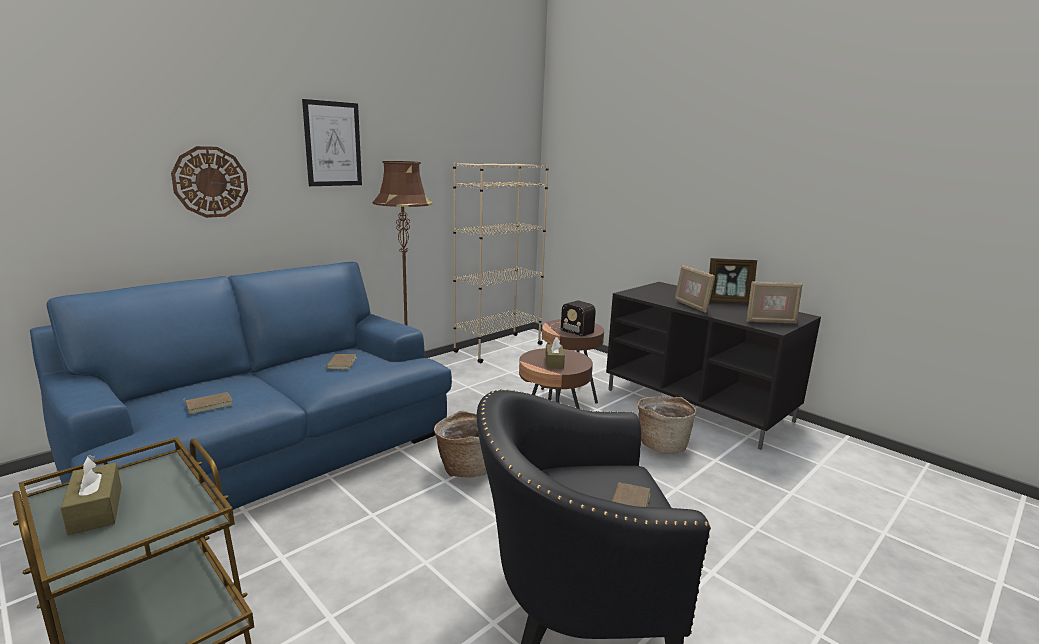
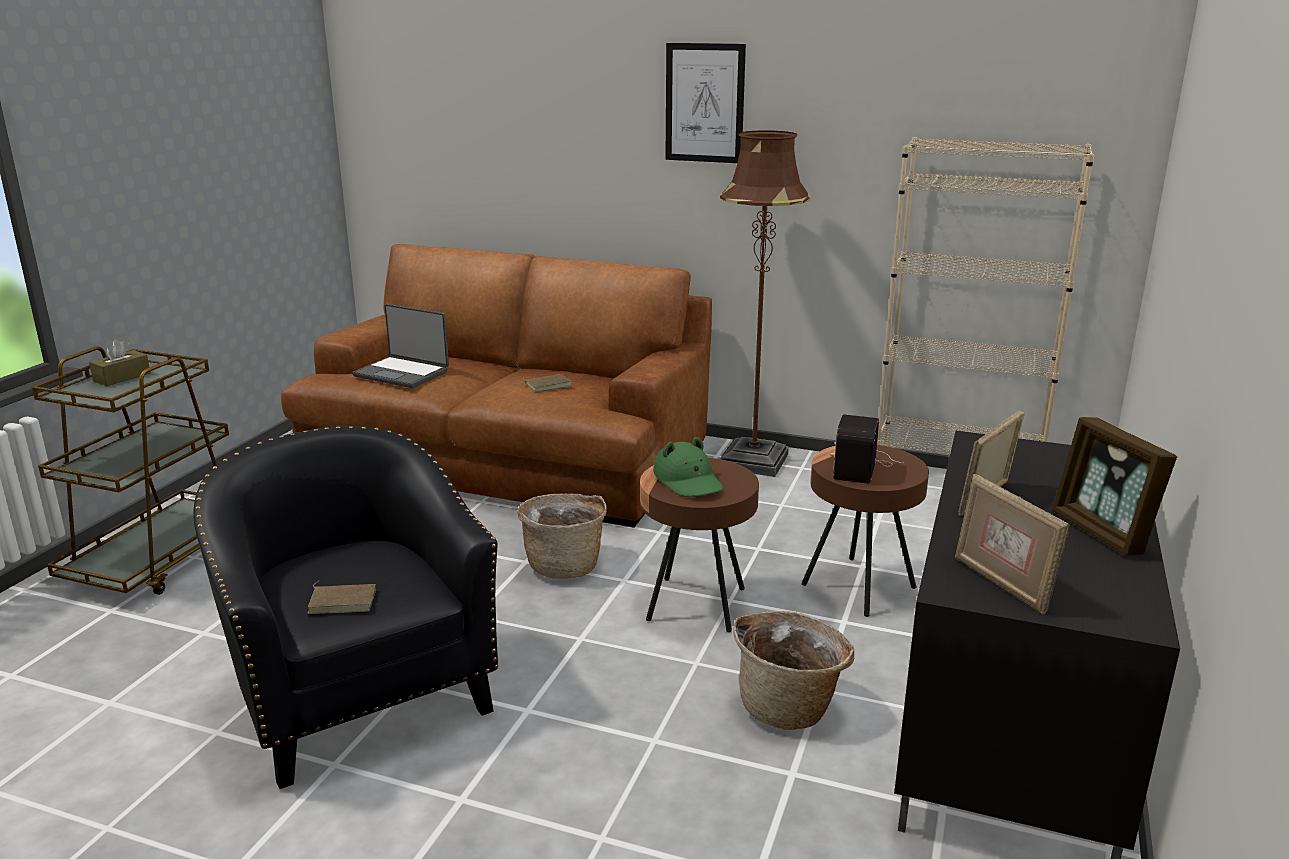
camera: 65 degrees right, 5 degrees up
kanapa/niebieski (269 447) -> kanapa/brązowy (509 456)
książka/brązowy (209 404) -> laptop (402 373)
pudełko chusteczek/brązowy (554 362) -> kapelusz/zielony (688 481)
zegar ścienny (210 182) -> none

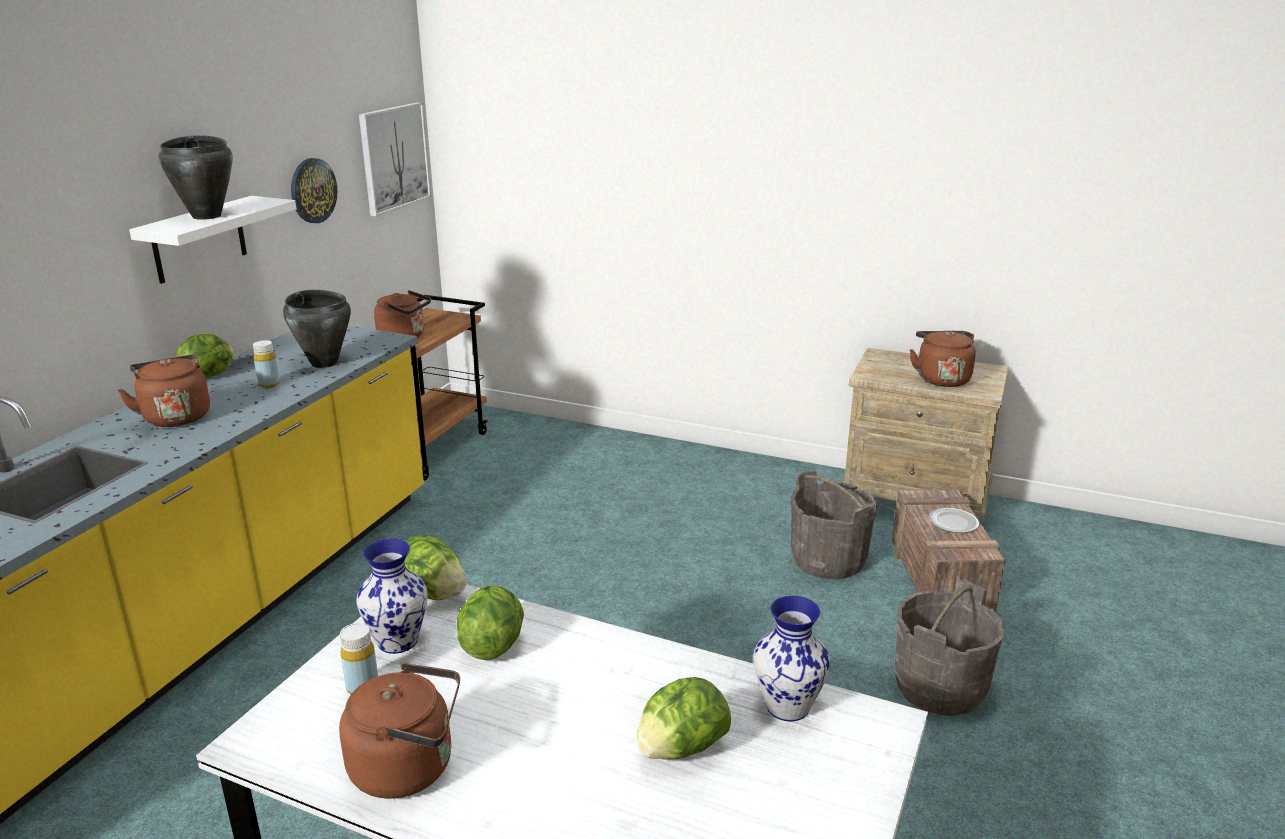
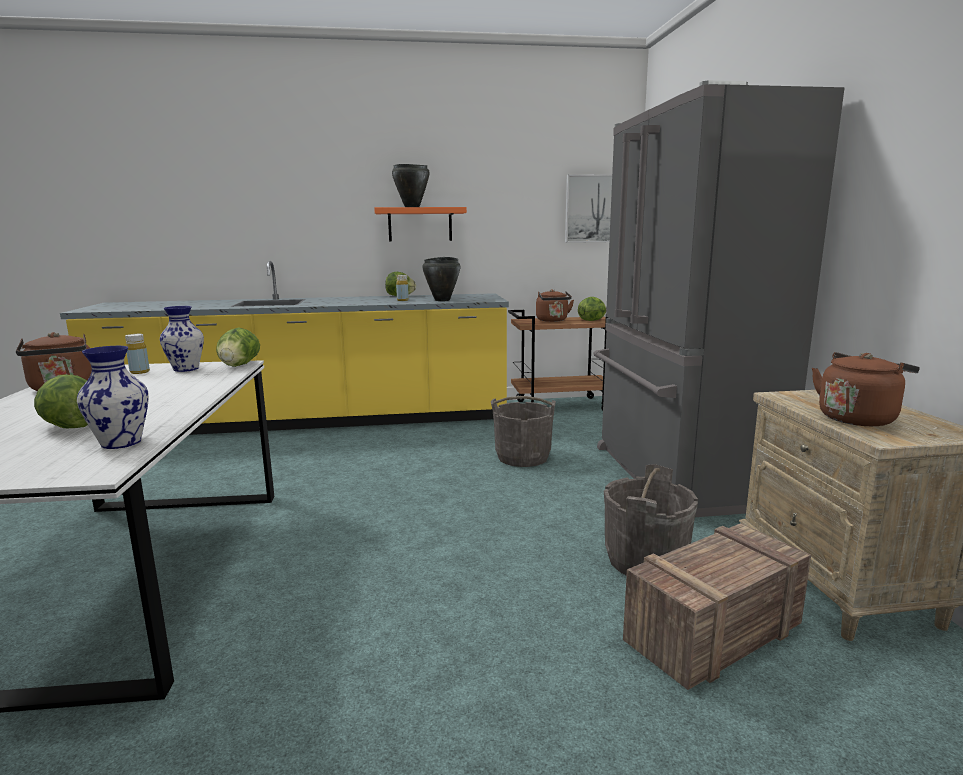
camera: 60 degrees right, 10 degrees down
półka/biały (199 239) -> półka/pomarańczowy (420 224)
wiadro/szary (939 687) -> wiadro/szary (523 457), shifted
sałata (492 645) -> sałata (592 320), shifted
none -> lodówka/szary (676 476)
czajnik/brązowy (175 416) -> none
zegar ścienny (312 190) -> none
talerz (952 523) -> none

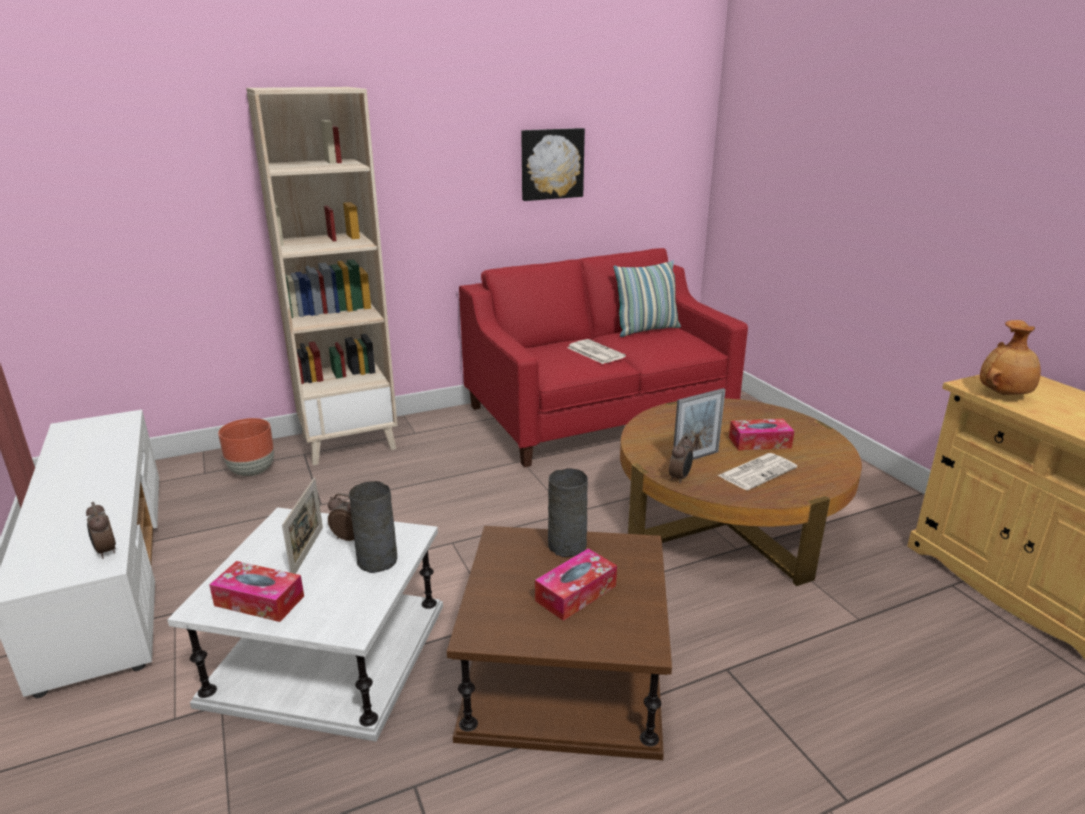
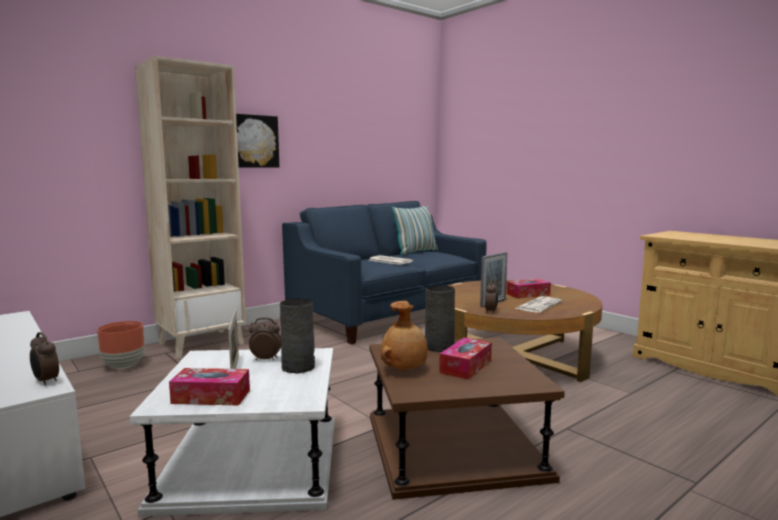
camera: 15 degrees left, 15 degrees down
obraz (551 164) -> obraz (253 141), shifted
kanapa/czerwony (597 414) -> kanapa/niebieski (387 315)
wazon/brązowy (1004 395) -> wazon/brązowy (404 370), shifted

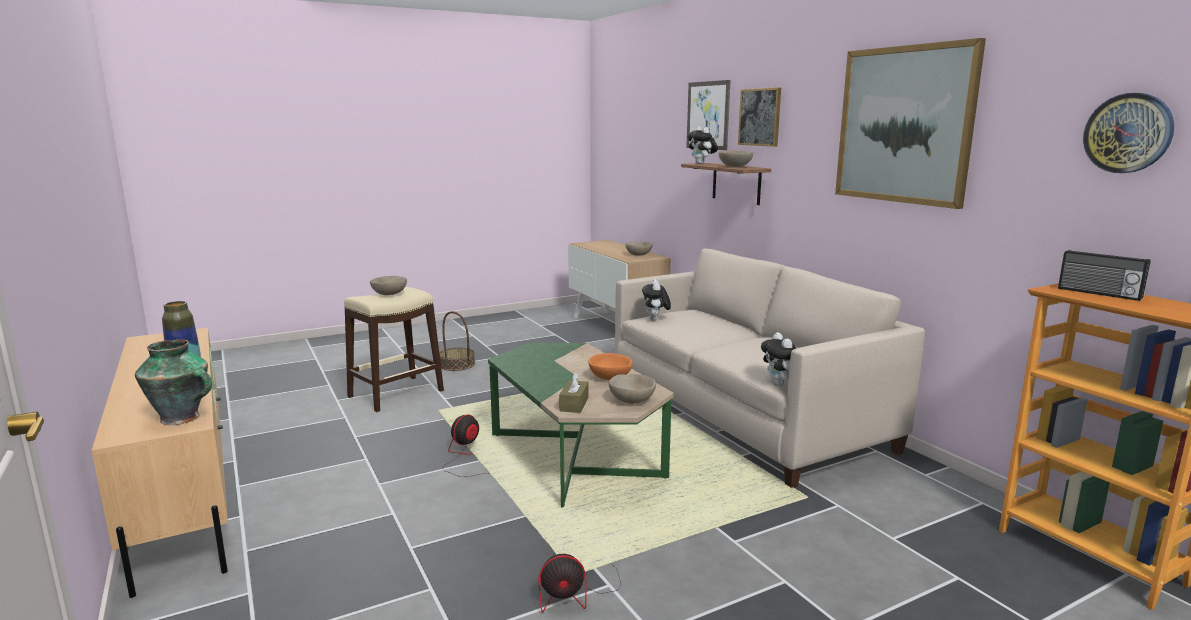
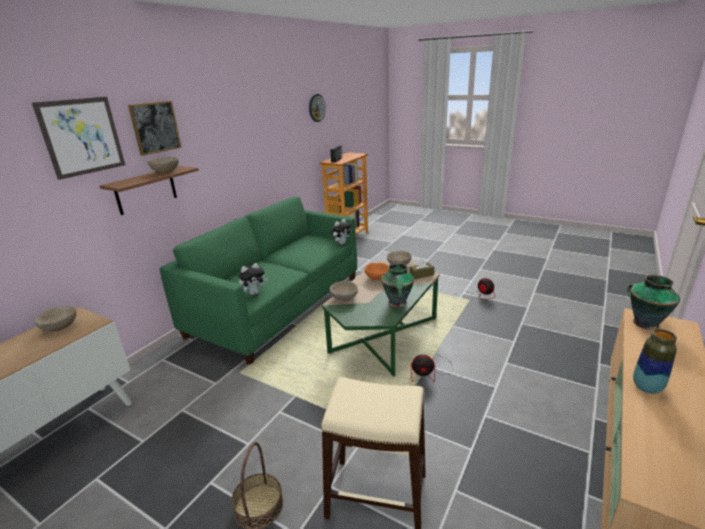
camera: 120 degrees left, 10 degrees up
kanapa/beżowy (744 413) -> kanapa/zielony (278 305)
miska/beżowy (390 294) -> miska/beżowy (343 298), shifted
none -> wazon (397 303)
pluszak (701 164) -> none
obraz (904 125) -> none

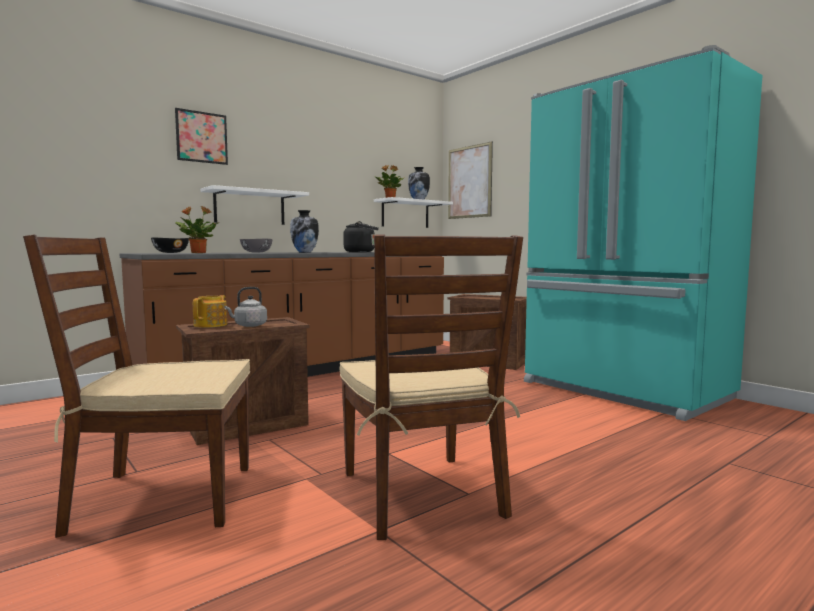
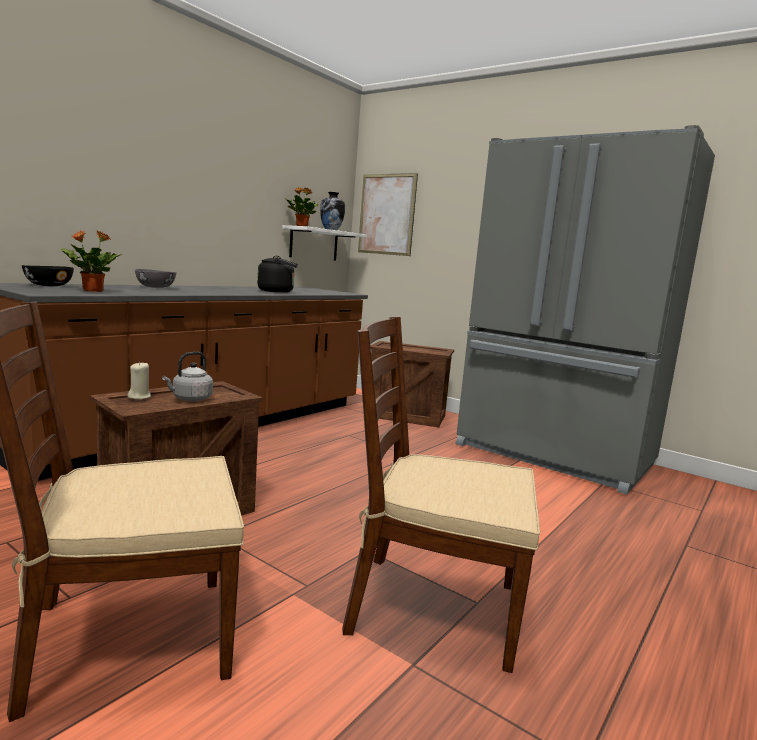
camera: 15 degrees left, 5 degrees up
imbryk (211 325) -> świeca/beżowy (139 397)
krzesło/brązowy (422 494) -> krzesło/brązowy (432 607), 135 degrees clockwise
lodówka/turkusowy (623 391) -> lodówka/szary (553 456)
obraz (201 137) -> none
półka/biały (250 207) -> none
wazon (305 252) -> none

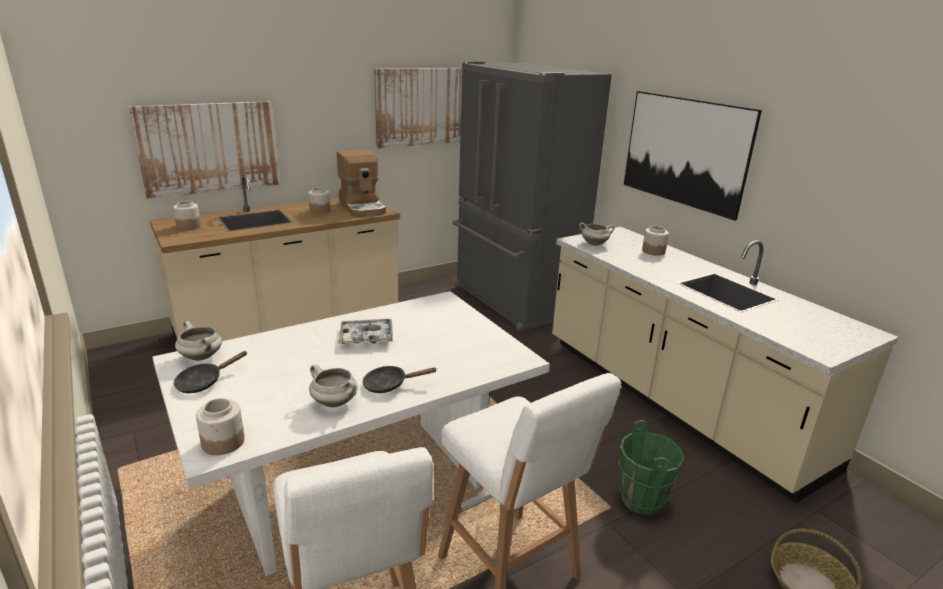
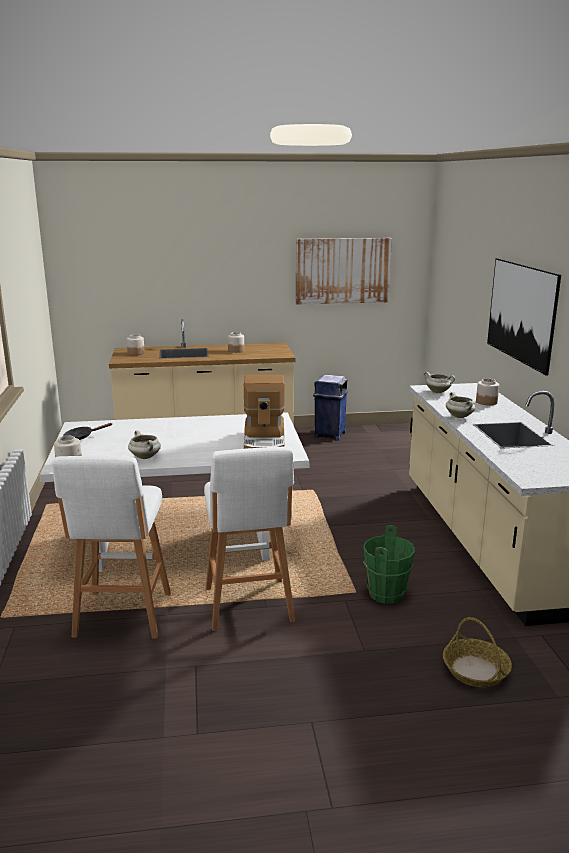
camera: 25 degrees right, 5 degrees down
ekspres do kawy (363 207) -> ekspres do kawy (265 441), shifted
none -> kosz na śmieci/niebieski (329 435)
garnek/biały (202 357) -> garnek/biały (460 417), shifted
obraz (210 148) -> none
taca (366 337) -> none
patelnia/czarny (389 385) -> none
lodówka/szary (513 301) -> none

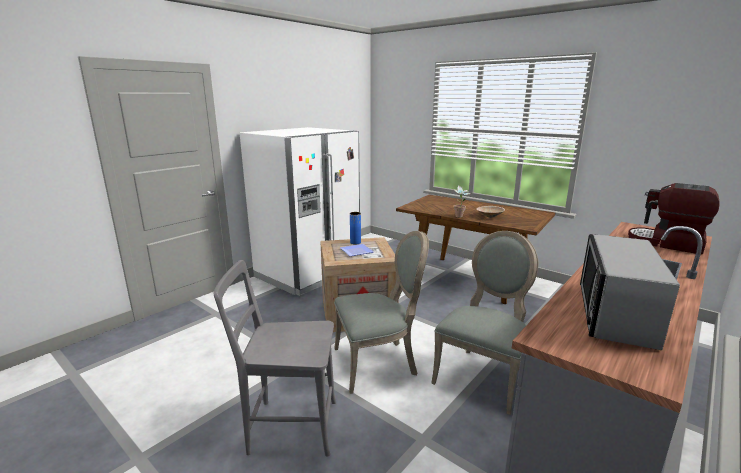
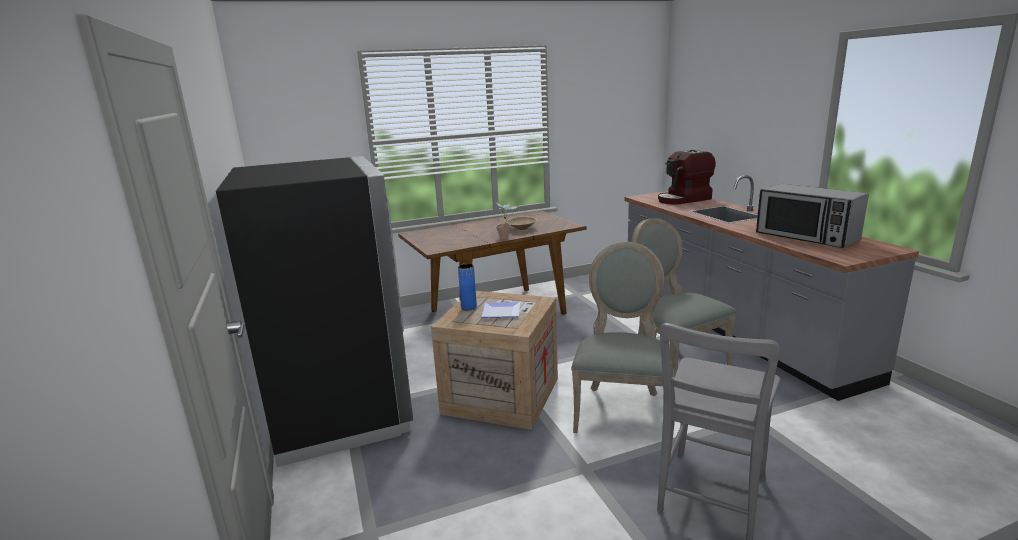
camera: 60 degrees left, 0 degrees up
lodówka/biały (308 273) -> lodówka/czarny (342 410)

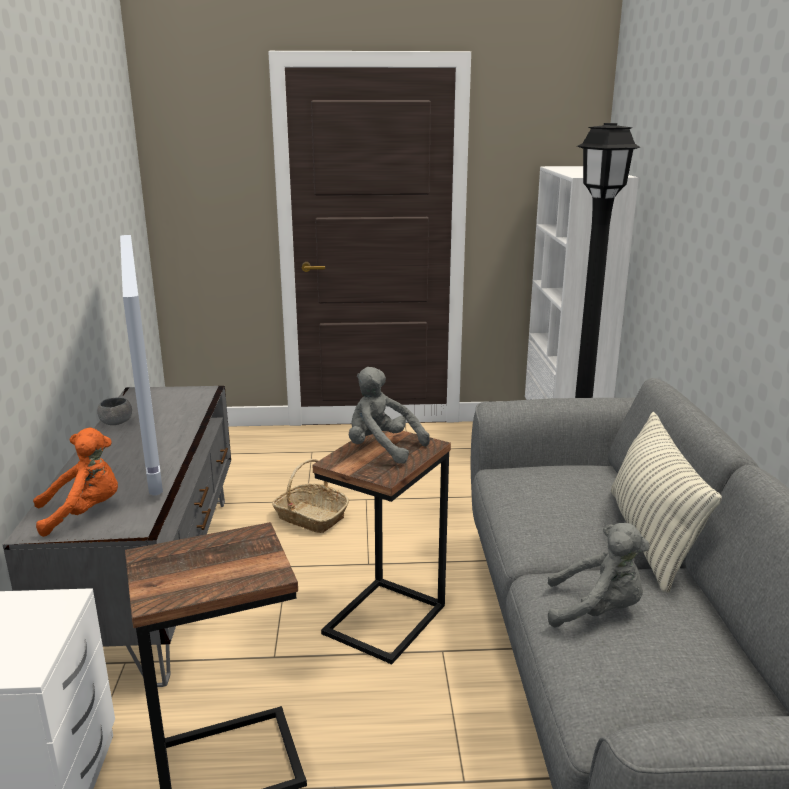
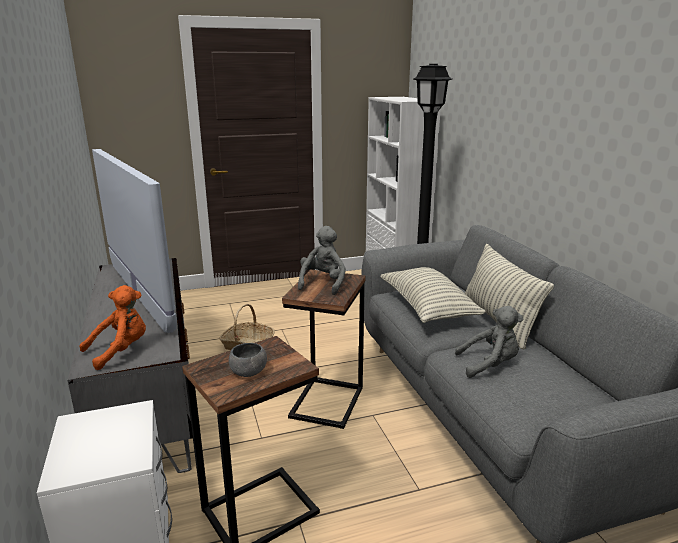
camera: 15 degrees left, 0 degrees up
miska/szary (116 423) -> miska/szary (248 372), shifted
pluszak/szary (382 448) -> pluszak/szary (323 283), 90 degrees clockwise
none -> poduszka (427 308)

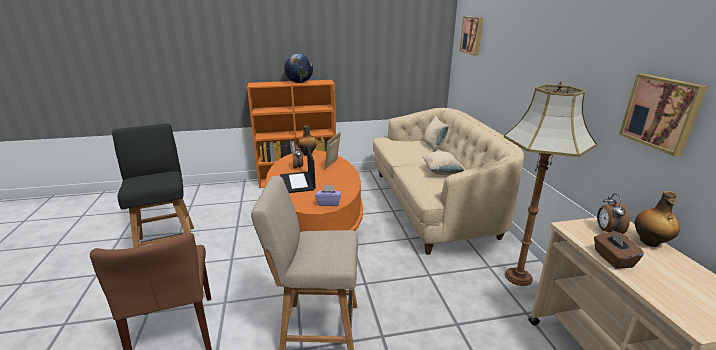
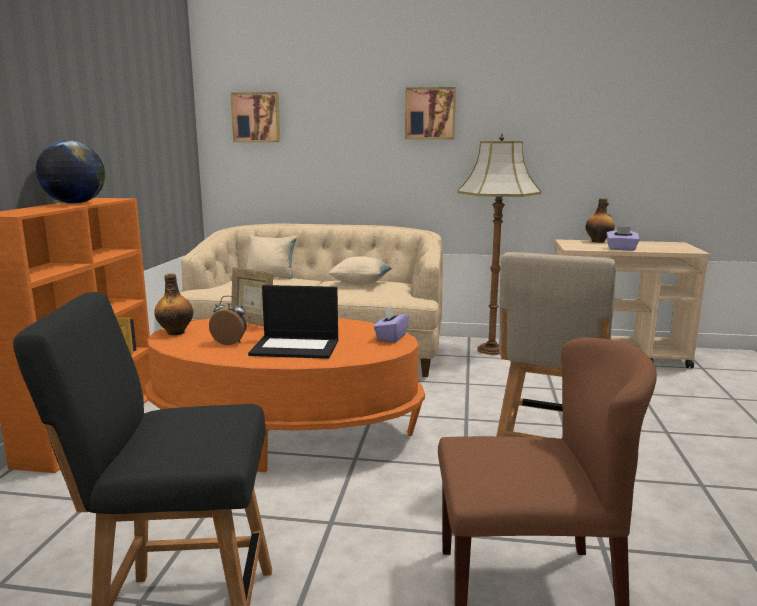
camera: 70 degrees left, 10 degrees down
obraz (661 113) -> obraz (430 113), shifted
pudełko chusteczek/brązowy (612 259) -> pudełko chusteczek/fioletowy (621 249)
budzik (607 231) -> none

